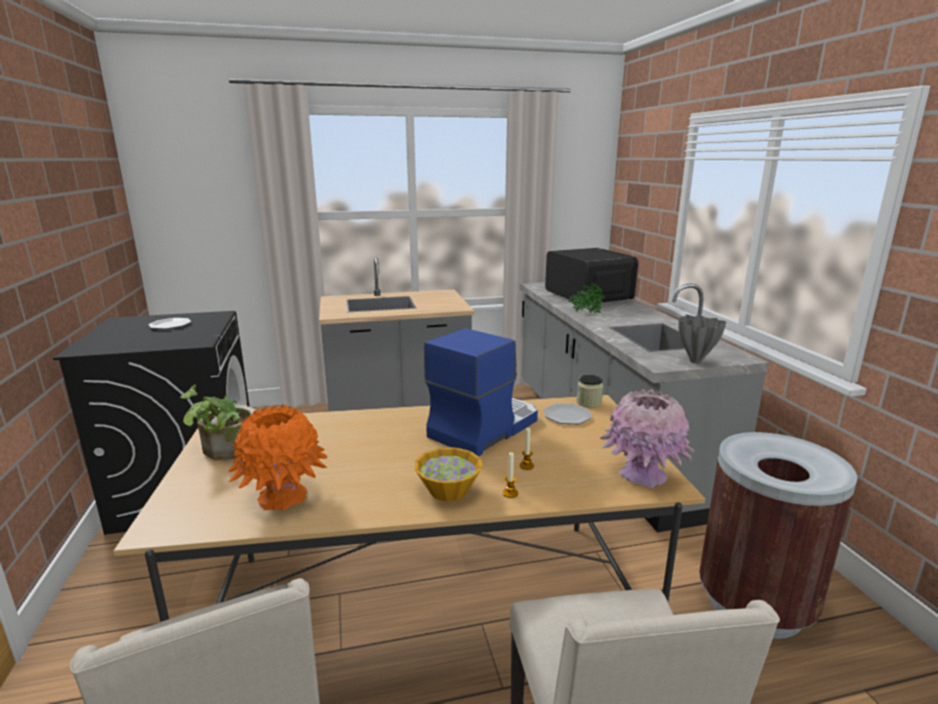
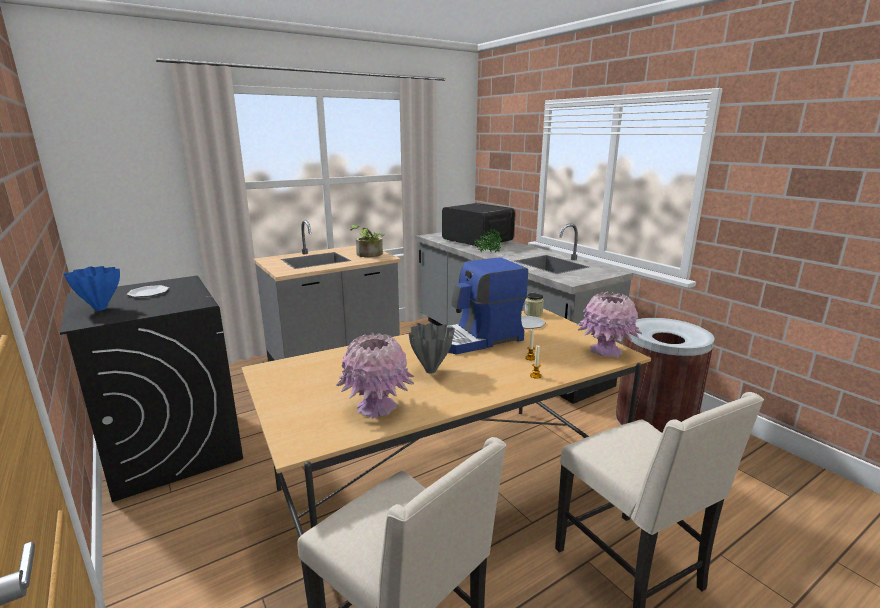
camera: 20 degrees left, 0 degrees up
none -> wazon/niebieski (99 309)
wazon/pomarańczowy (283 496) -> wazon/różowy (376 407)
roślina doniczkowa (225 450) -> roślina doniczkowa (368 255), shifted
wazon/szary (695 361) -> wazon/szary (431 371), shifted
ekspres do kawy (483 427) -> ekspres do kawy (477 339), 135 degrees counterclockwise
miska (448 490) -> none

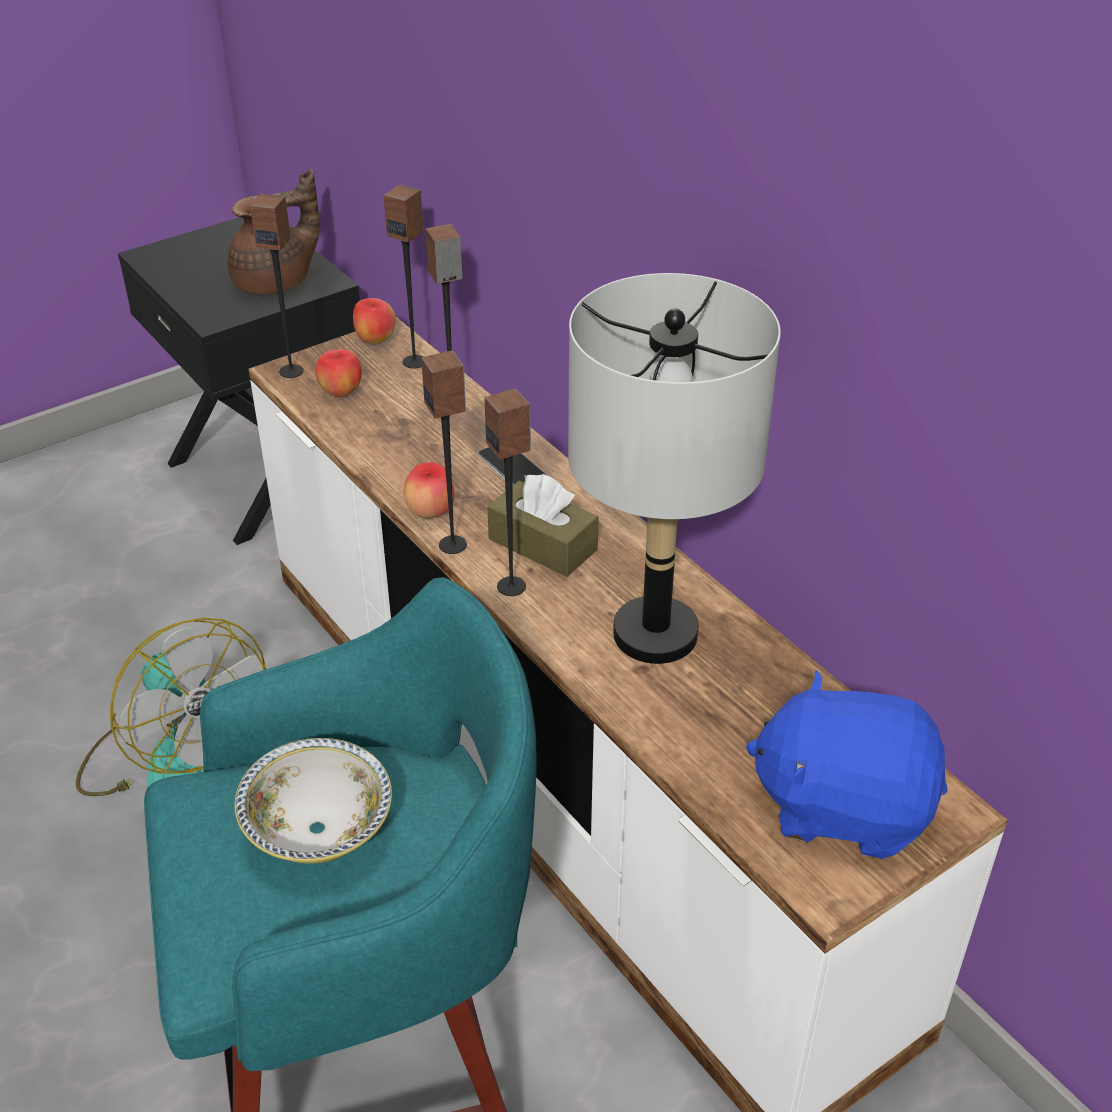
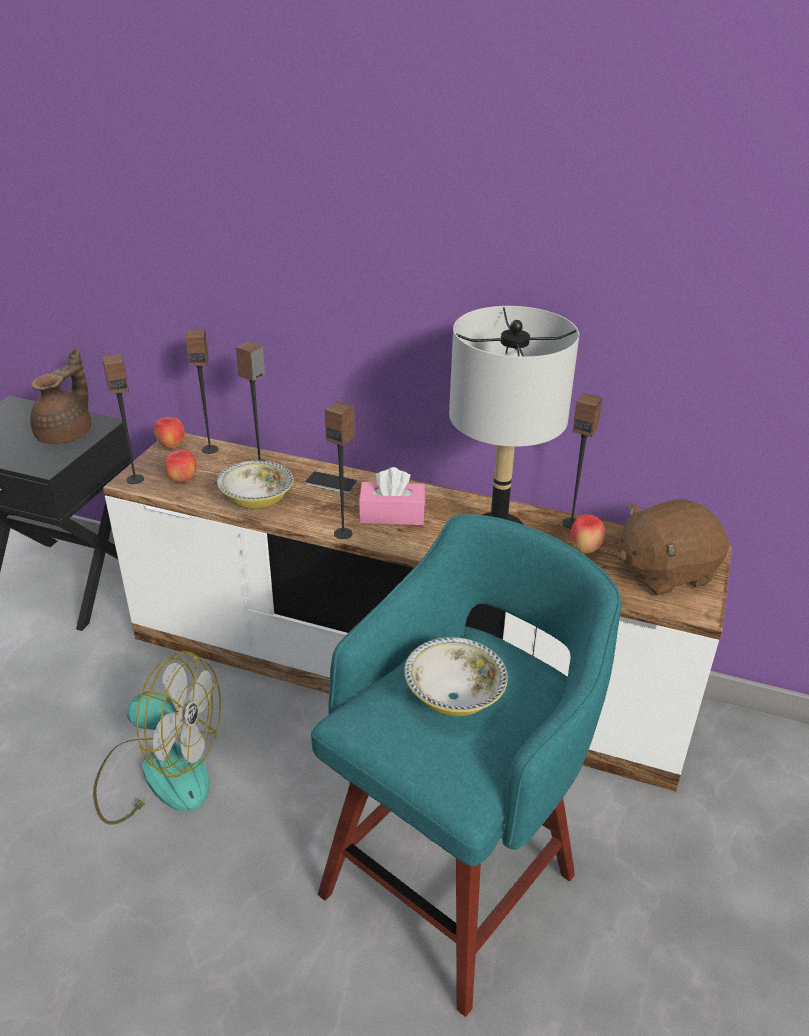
camera: 35 degrees left, 5 degrees down
none -> miska (257 500)
pudełko chusteczek/brązowy (542 544) -> pudełko chusteczek/różowy (392 514)
głośnik (512 586) -> głośnik (571 523), shifted
jabłko (430 513) -> jabłko (585 549), shifted
pluszak/niebieski (843 805) -> pluszak/brązowy (664 571)

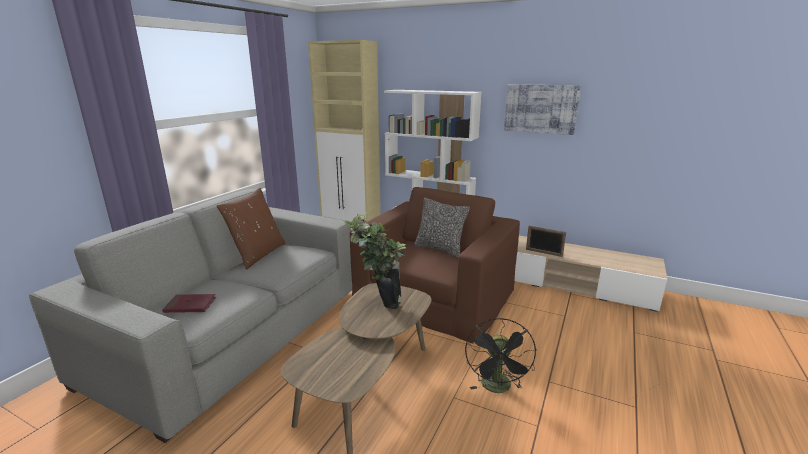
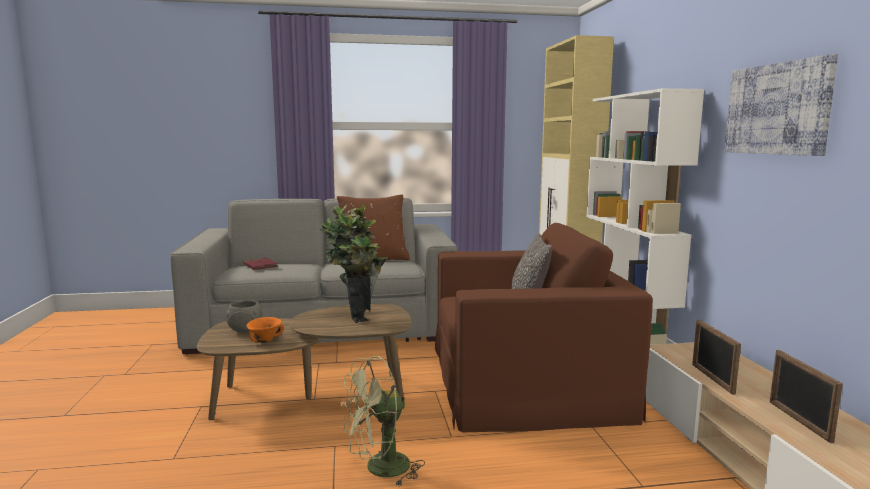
camera: 55 degrees right, 10 degrees down
none -> miska/szary (245 330)
none -> miska/pomarańczowy (265 340)
wentylator/czarny (497 388) -> wentylator/zielony (379 469)
none -> ramka na zdjęcie (799 421)

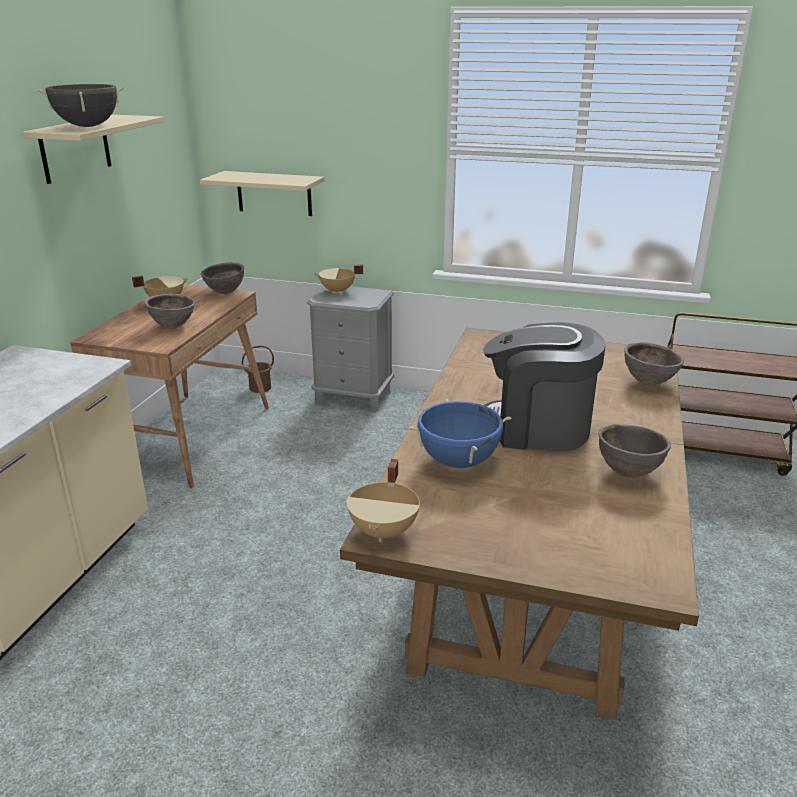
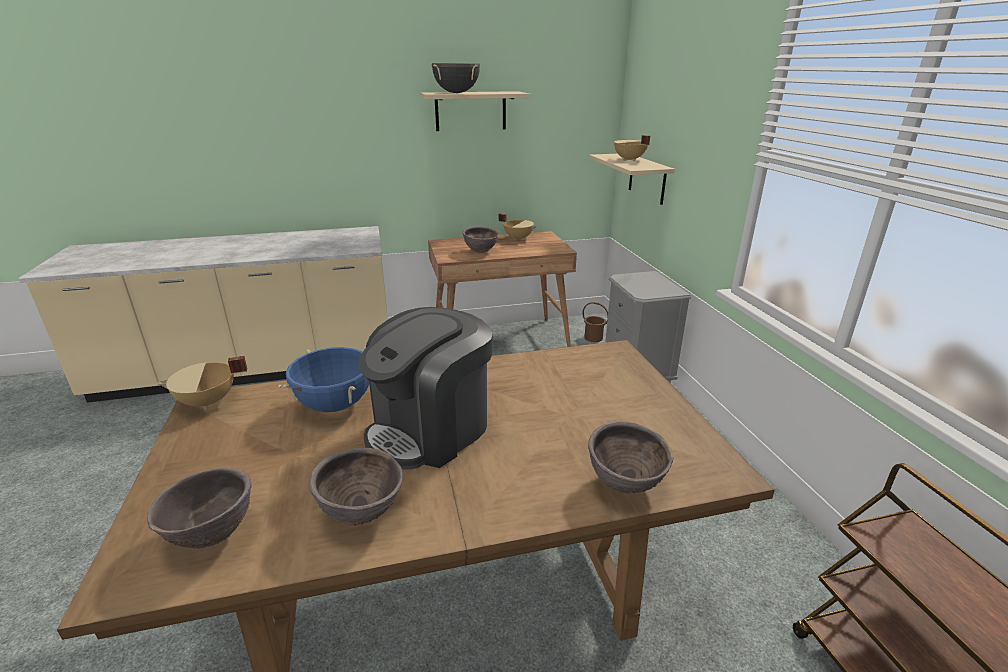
camera: 60 degrees right, 0 degrees up
miska/brązowy (225 293) -> miska/brązowy (213 535), shifted
ekspres do kawy (536 428) -> ekspres do kawy (430 429), 120 degrees counterclockwise
garnek/beżowy (337 291) -> garnek/beżowy (629 160), shifted

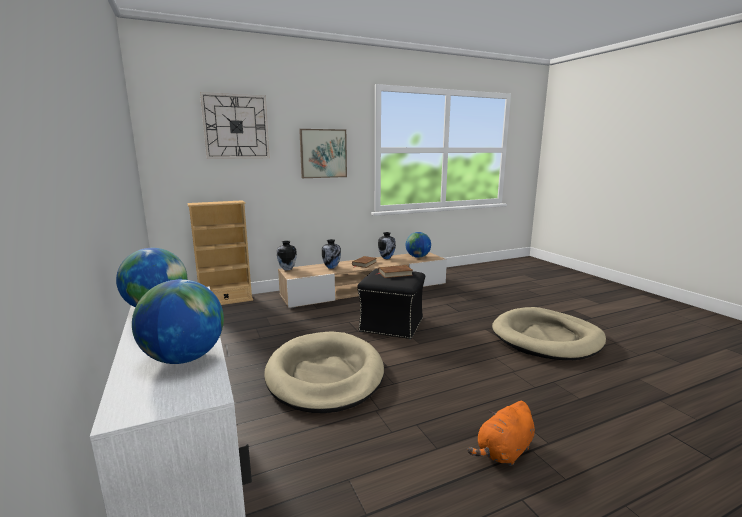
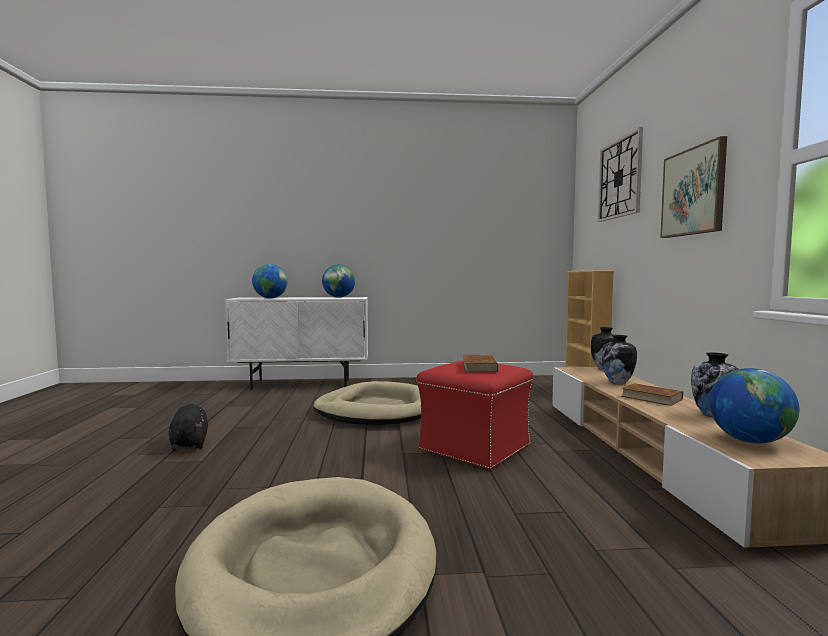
camera: 110 degrees right, 10 degrees down
pluszak/pomarańczowy (504 452) -> pluszak/czarny (189 444)
pufa/czarny (392 325) -> pufa/czerwony (474 448)

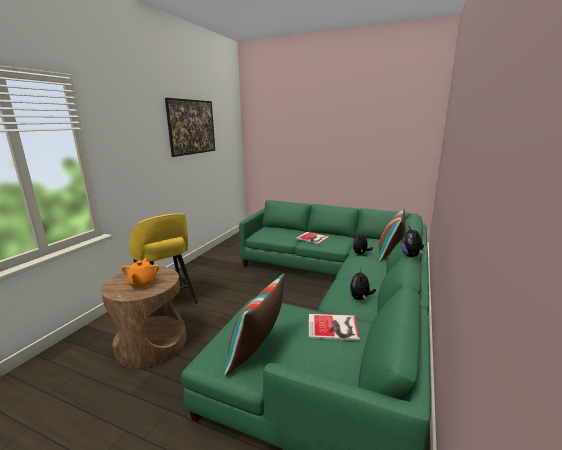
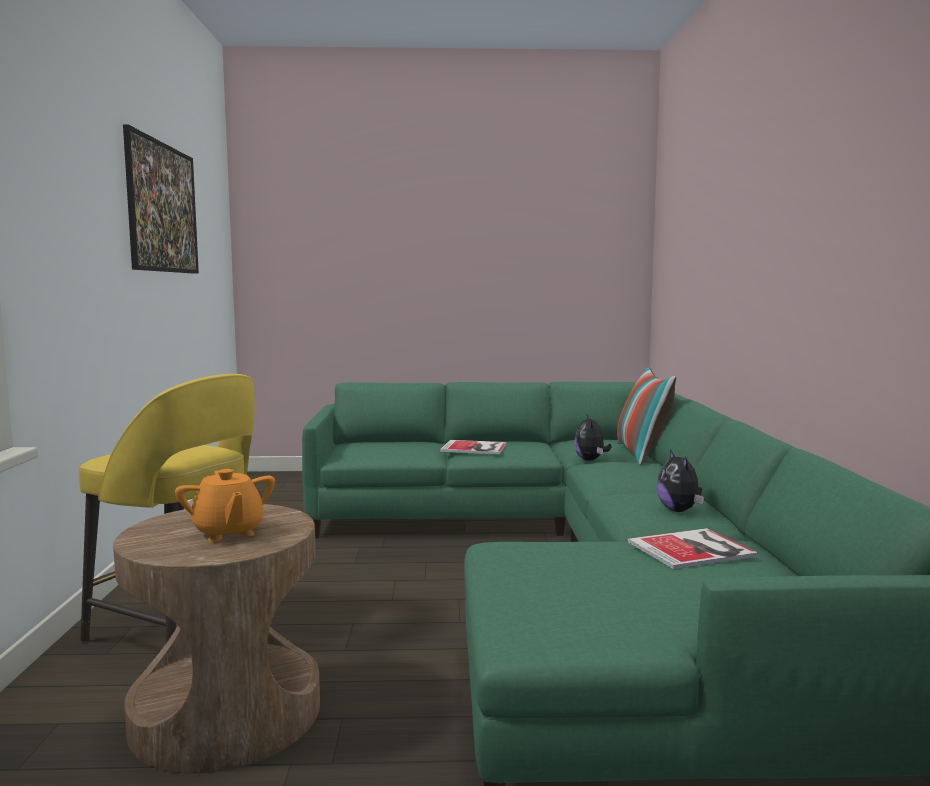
camera: 25 degrees left, 10 degrees down
poduszka (257 353) -> none
pluszak (411 256) -> none

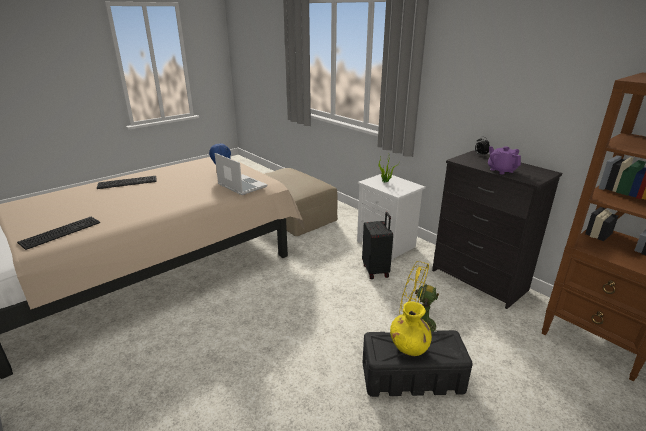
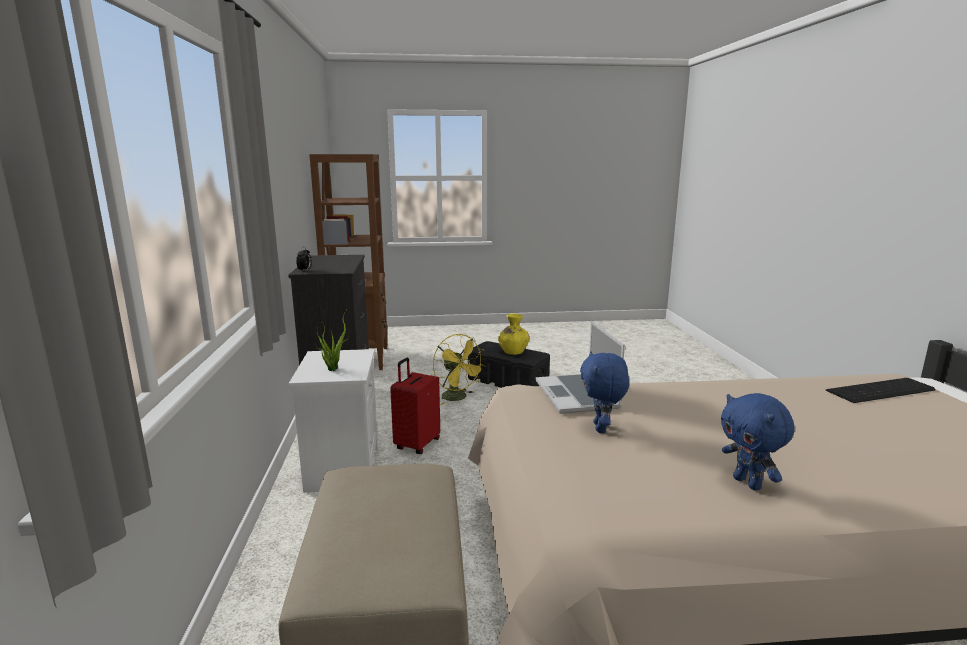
camera: 145 degrees left, 10 degrees down
walizka/czarny (376 270) -> walizka/czerwony (416 444)
none -> pluszak/niebieski (748 483)
klawiatura (127 182) -> none
imbryk/fioletowy (501 170) -> none

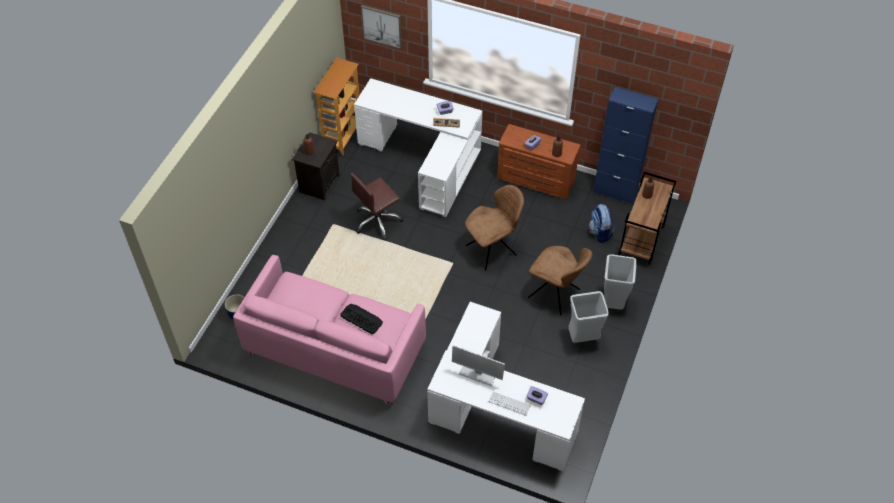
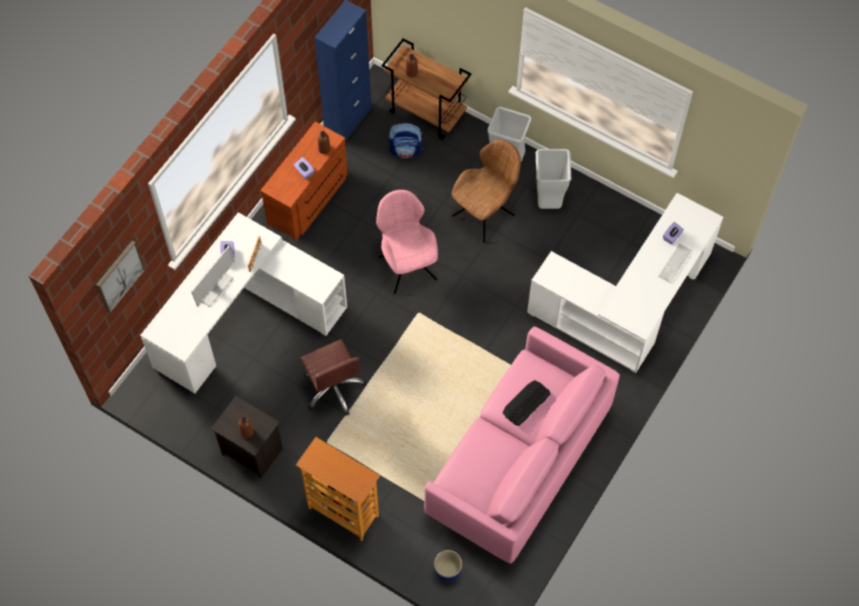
camera: 80 degrees left, 10 degrees up
monitor (477 373) -> monitor (214 288), shifted
regał (342 137) -> regał (343 512), shifted
krzesło/brązowy (492 249) -> krzesło/różowy (407 266)

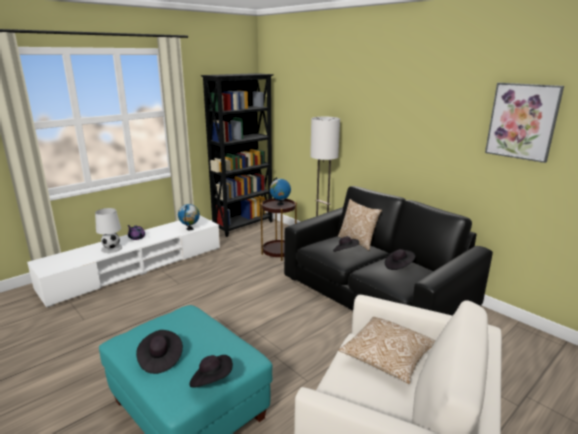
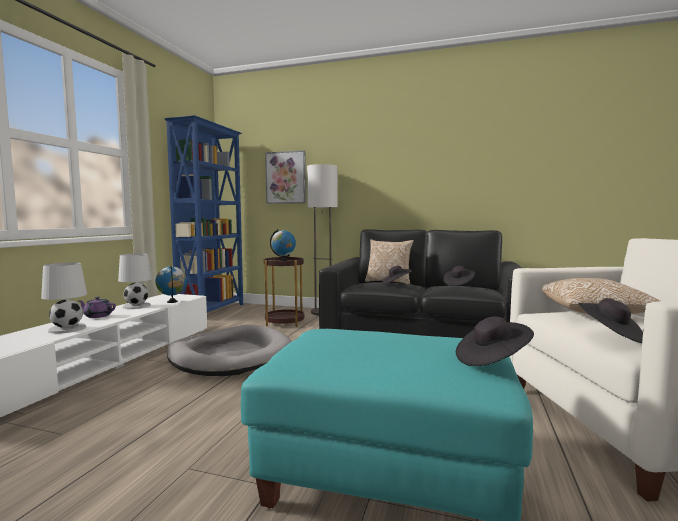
camera: 30 degrees left, 15 degrees down
none -> lampa stołowa/biały (136 306)
regał/czarny (244 225) -> regał/niebieski (213 311)
none -> legowisko/szary (230 356)
obraz (522 121) -> obraz (286 177), shifted
kapelusz/czarny (160 359) -> kapelusz/czarny (610 335), shifted

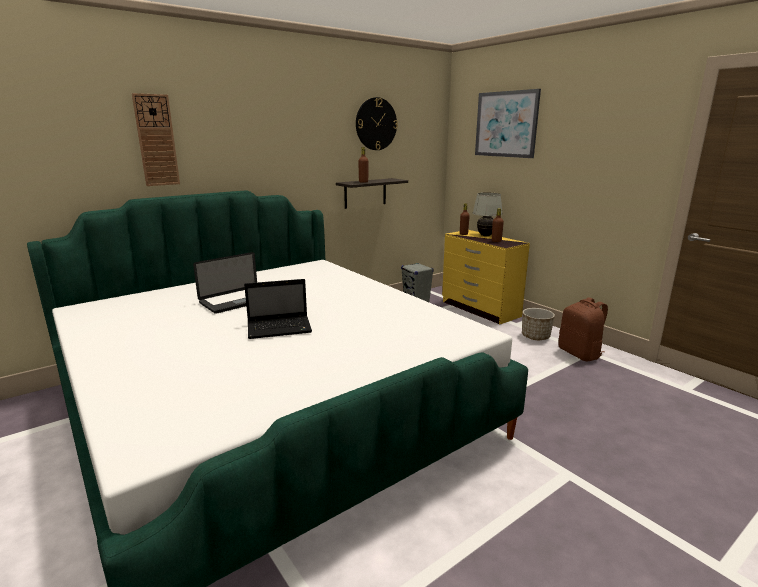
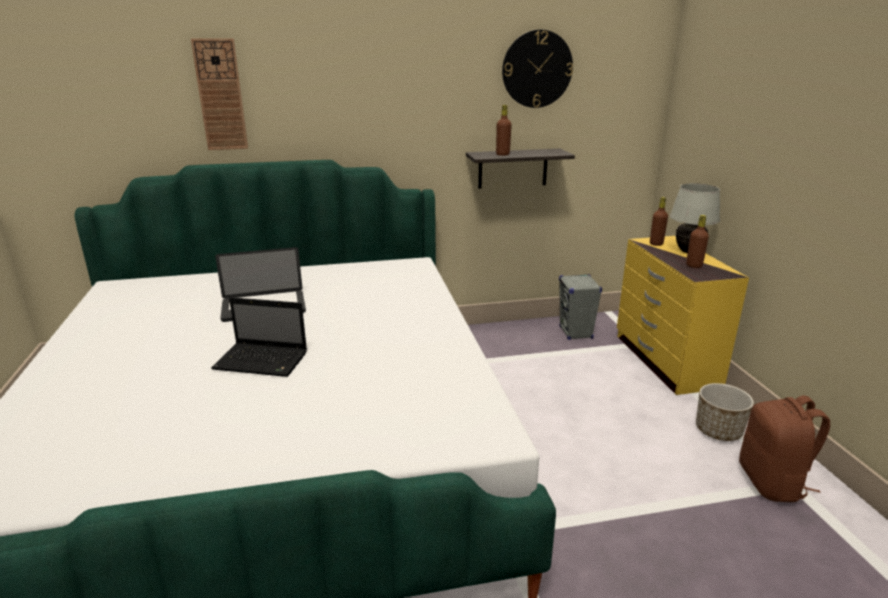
camera: 25 degrees right, 5 degrees up
obraz (506 124) -> none

